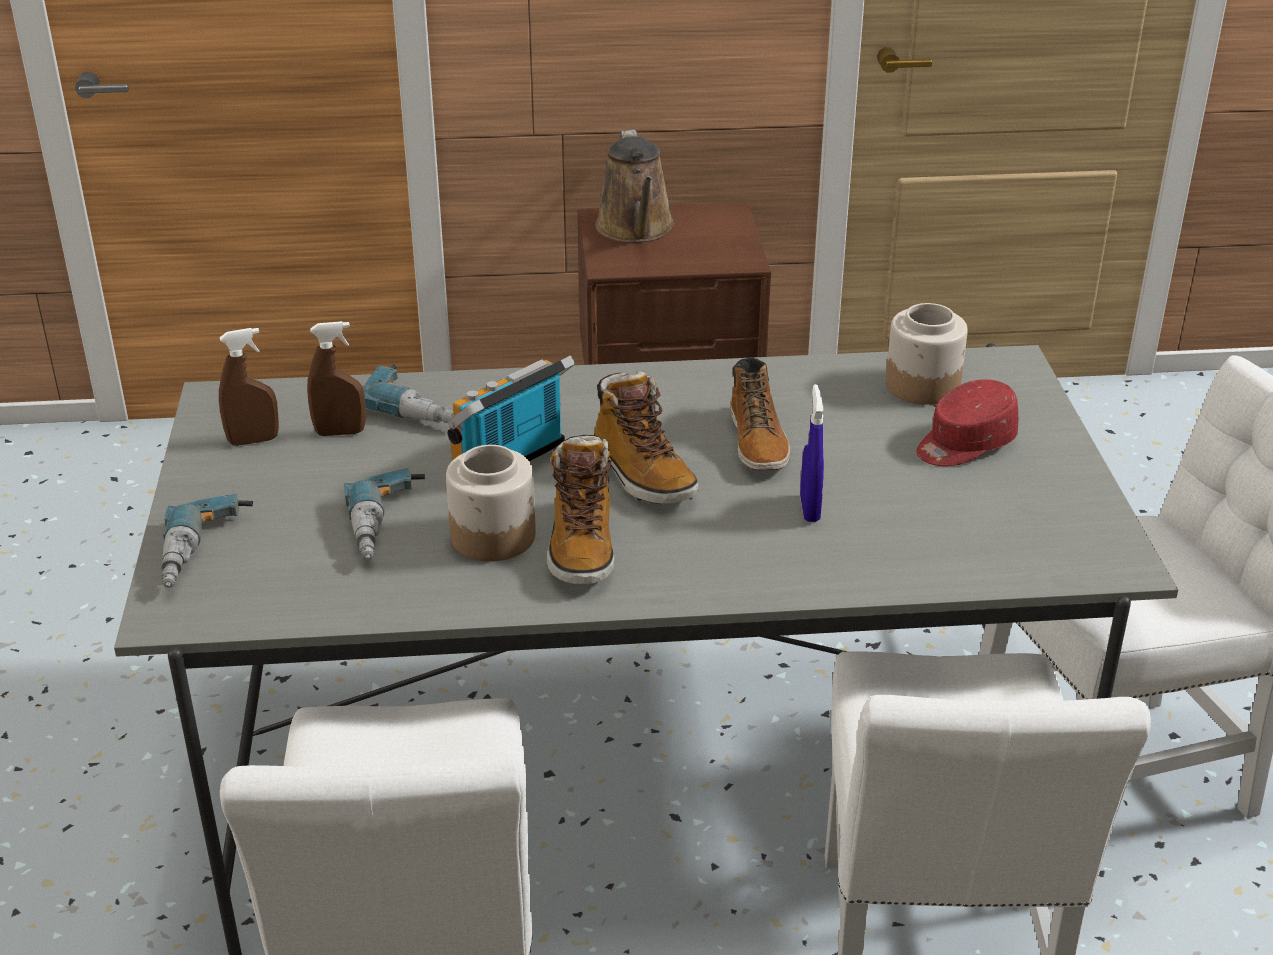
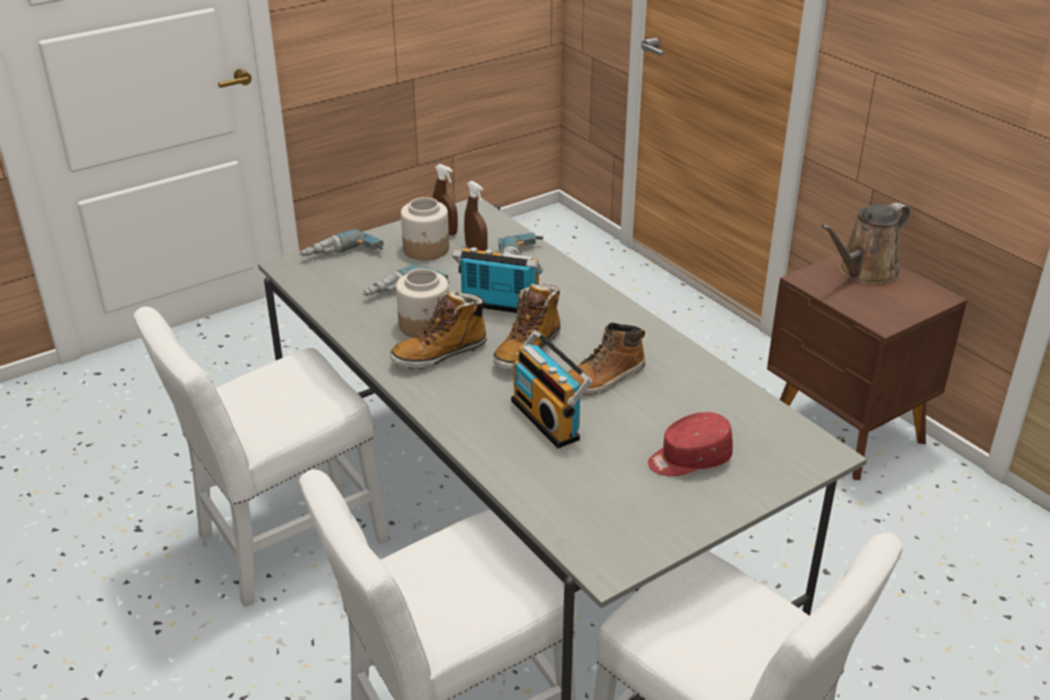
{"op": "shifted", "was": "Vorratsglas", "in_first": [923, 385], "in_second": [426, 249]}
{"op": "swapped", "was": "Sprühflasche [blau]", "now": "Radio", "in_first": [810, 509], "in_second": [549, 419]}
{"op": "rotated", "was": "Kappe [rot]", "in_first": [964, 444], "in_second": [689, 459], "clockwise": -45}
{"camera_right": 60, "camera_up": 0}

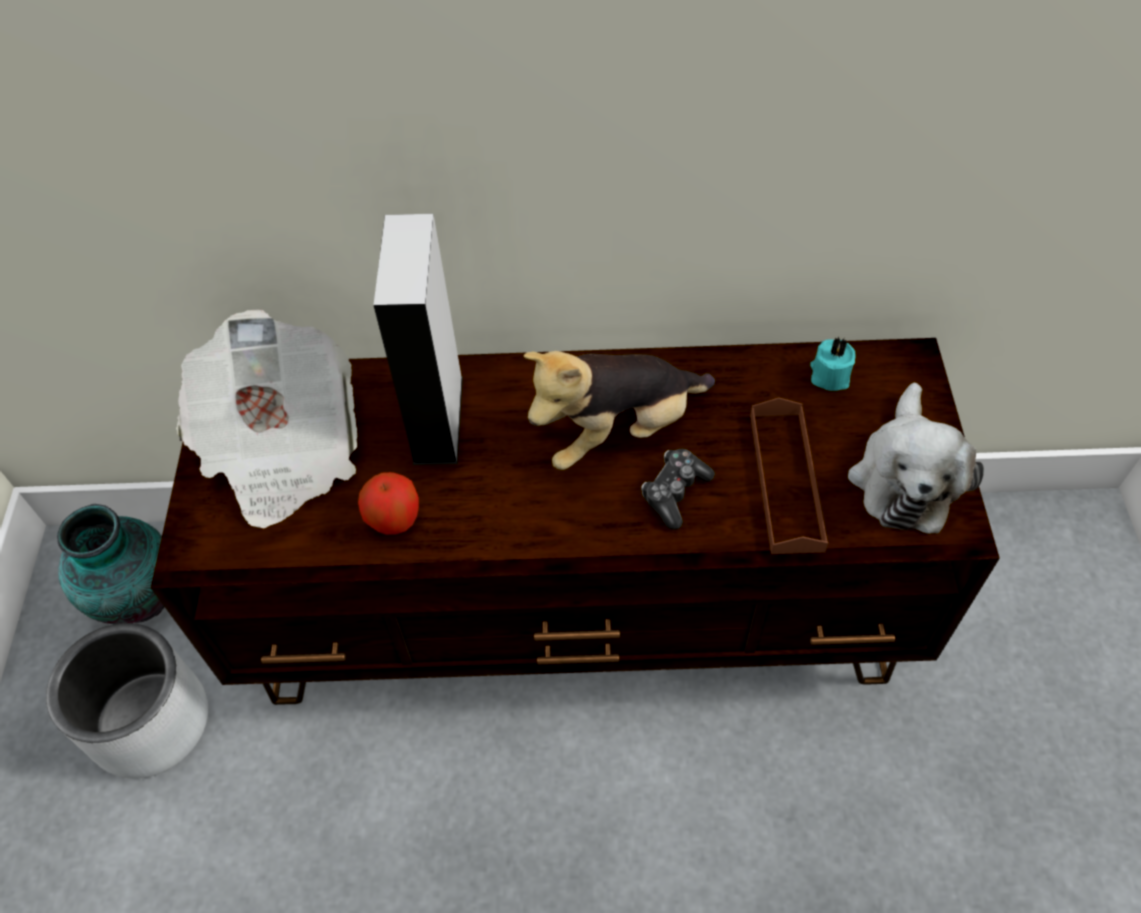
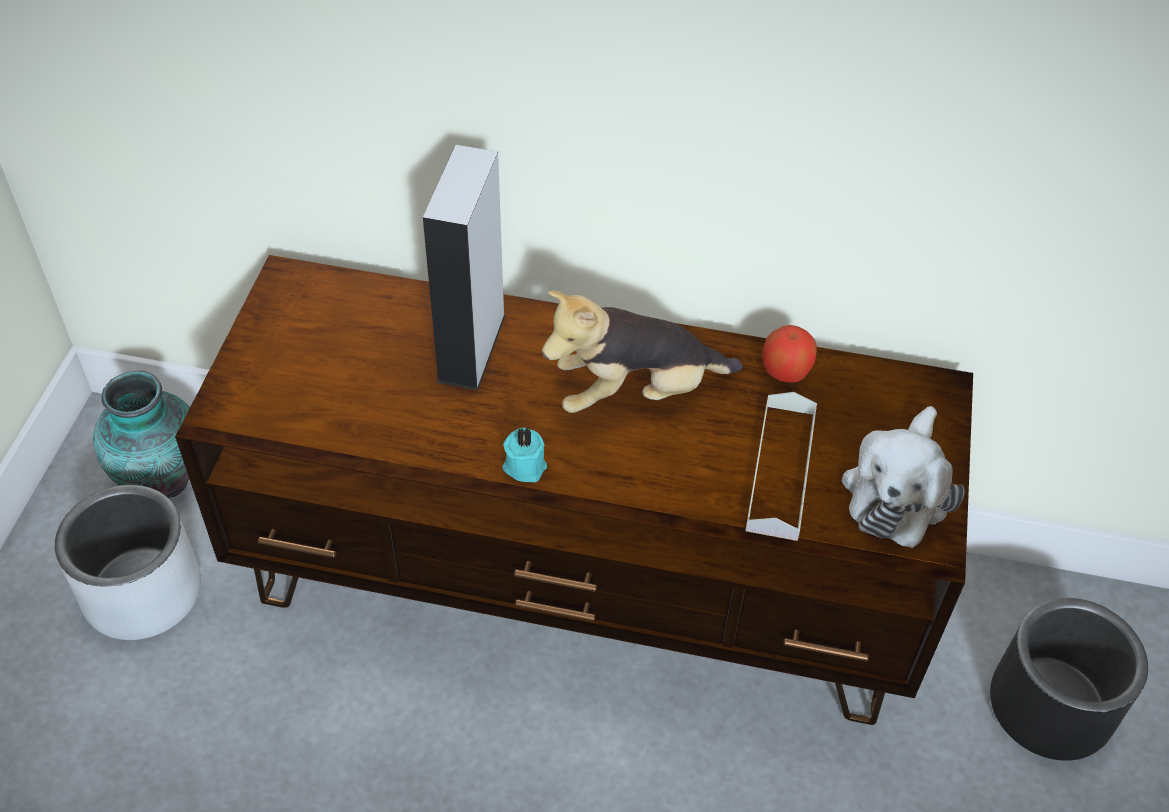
{"op": "gone", "was": "Zeitung", "in_first": [281, 448]}
{"op": "gone", "was": "Gamepad", "in_first": [674, 492]}
{"op": "new", "now": "Pflanzkübel [schwarz]", "in_second": [1048, 706]}
{"op": "shifted", "was": "Apfel", "in_first": [394, 519], "in_second": [785, 371]}
{"op": "shifted", "was": "Kerze [türkis]", "in_first": [829, 375], "in_second": [524, 465]}
{"op": "repainted", "was": "Tablett [braun]", "now": "Tablett [grau]", "in_first": [786, 481], "in_second": [781, 470]}
{"camera_right": 10, "camera_up": -5}

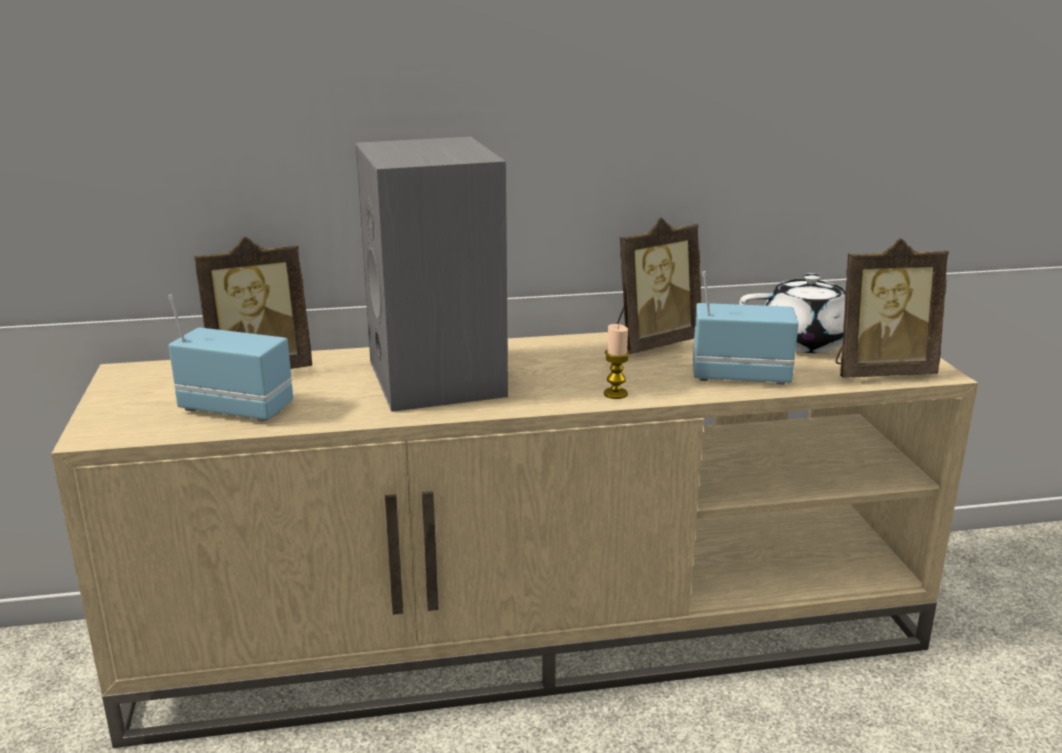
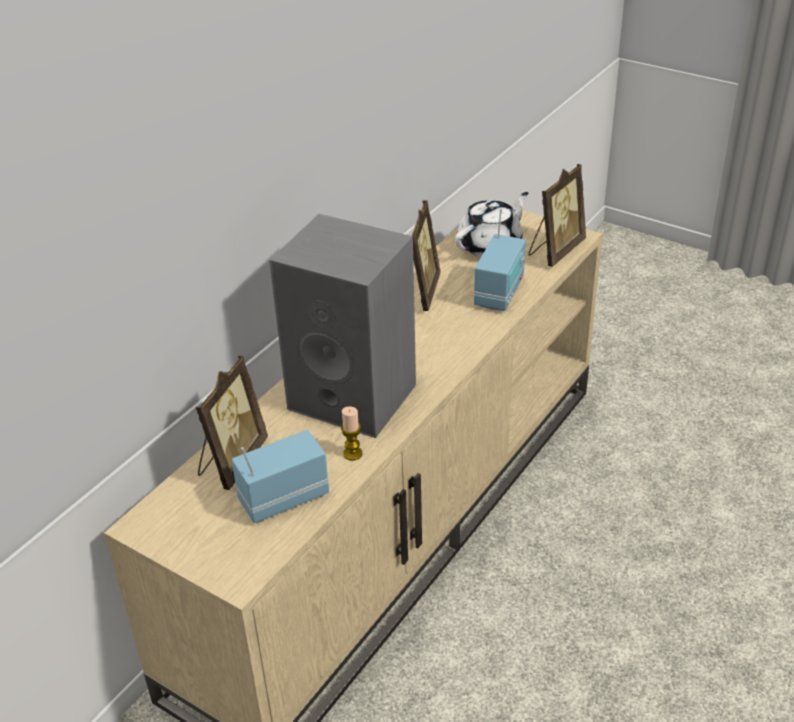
{"op": "shifted", "was": "Kerze", "in_first": [615, 394], "in_second": [352, 454]}
{"op": "rotated", "was": "Radio", "in_first": [740, 376], "in_second": [500, 293], "clockwise": 150}
{"camera_right": -45, "camera_up": 15}

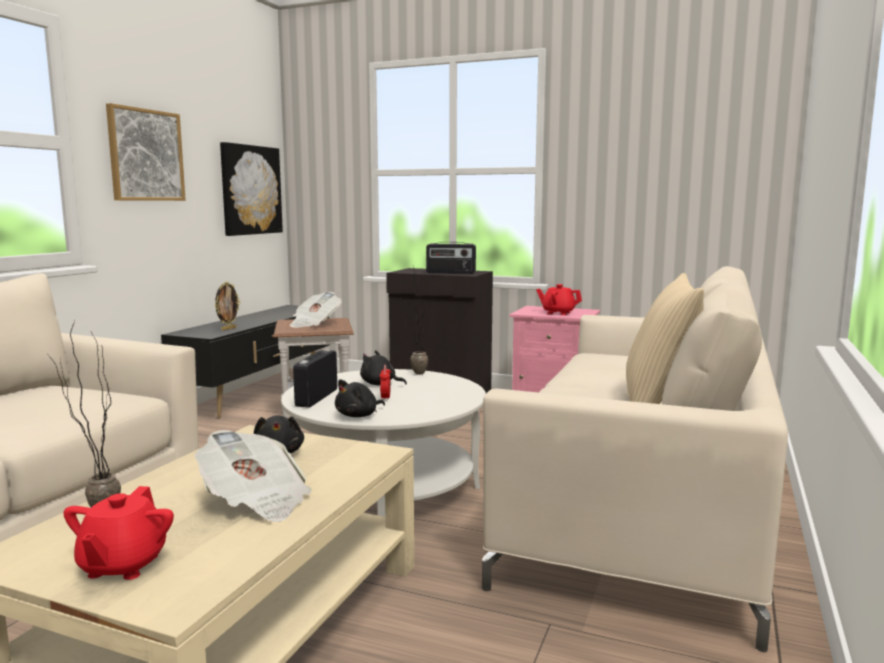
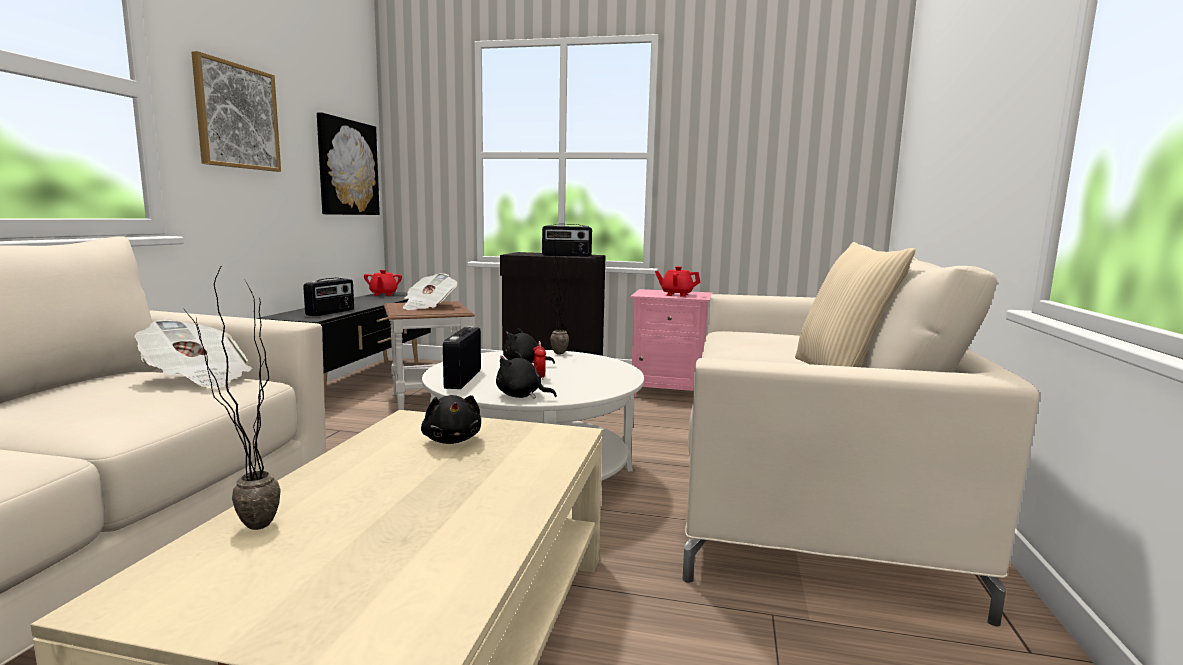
{"op": "shifted", "was": "Teekanne [rot]", "in_first": [122, 565], "in_second": [383, 294]}
{"op": "shifted", "was": "Zeitung", "in_first": [256, 502], "in_second": [198, 378]}
{"op": "swapped", "was": "Bilderrahmen", "now": "Radio", "in_first": [228, 329], "in_second": [331, 312]}
{"op": "rotated", "was": "Plüschtier [schwarz]", "in_first": [359, 415], "in_second": [521, 396], "clockwise": 75}
{"camera_right": -10, "camera_up": 0}

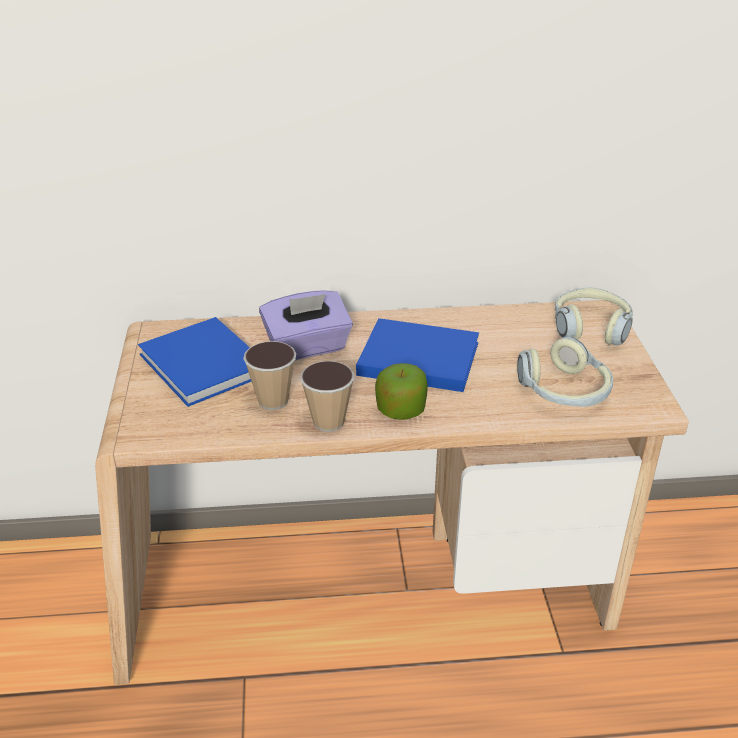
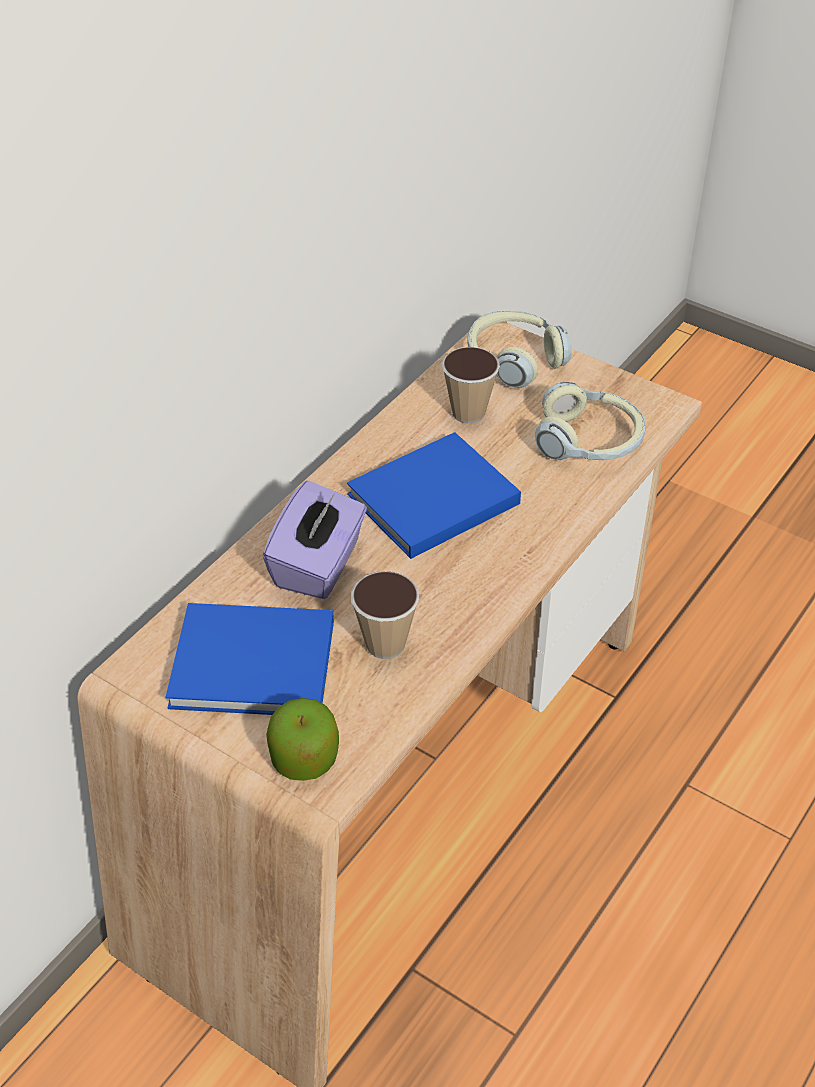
{"op": "shifted", "was": "Tasse", "in_first": [328, 422], "in_second": [468, 412]}
{"op": "shifted", "was": "Apfel", "in_first": [400, 410], "in_second": [304, 759]}
{"camera_right": -50, "camera_up": 10}

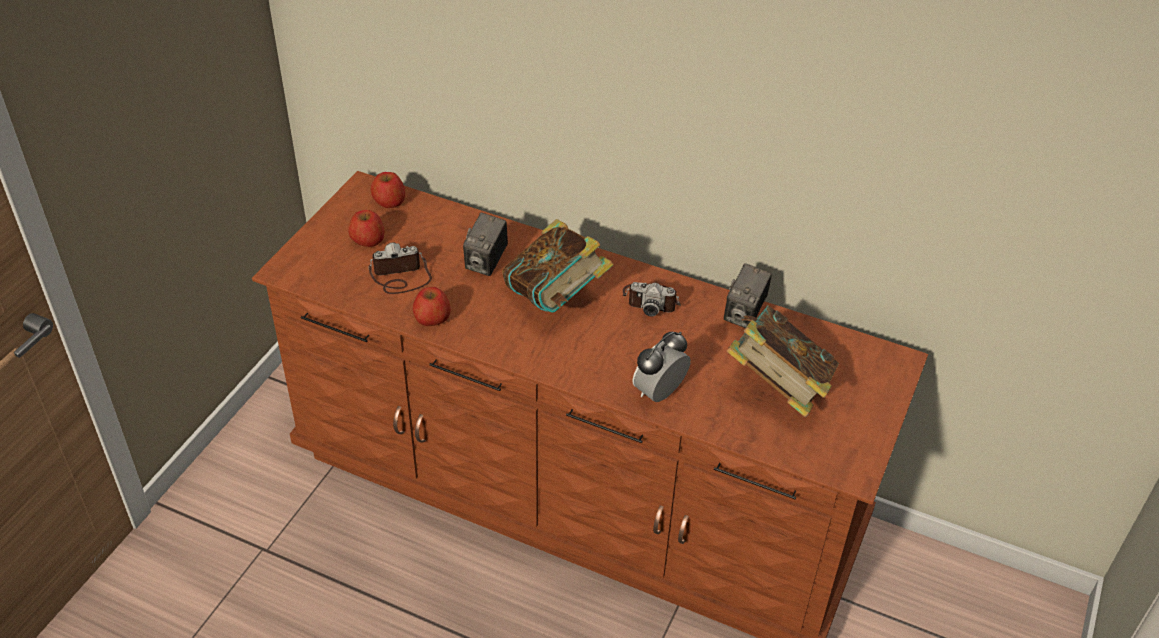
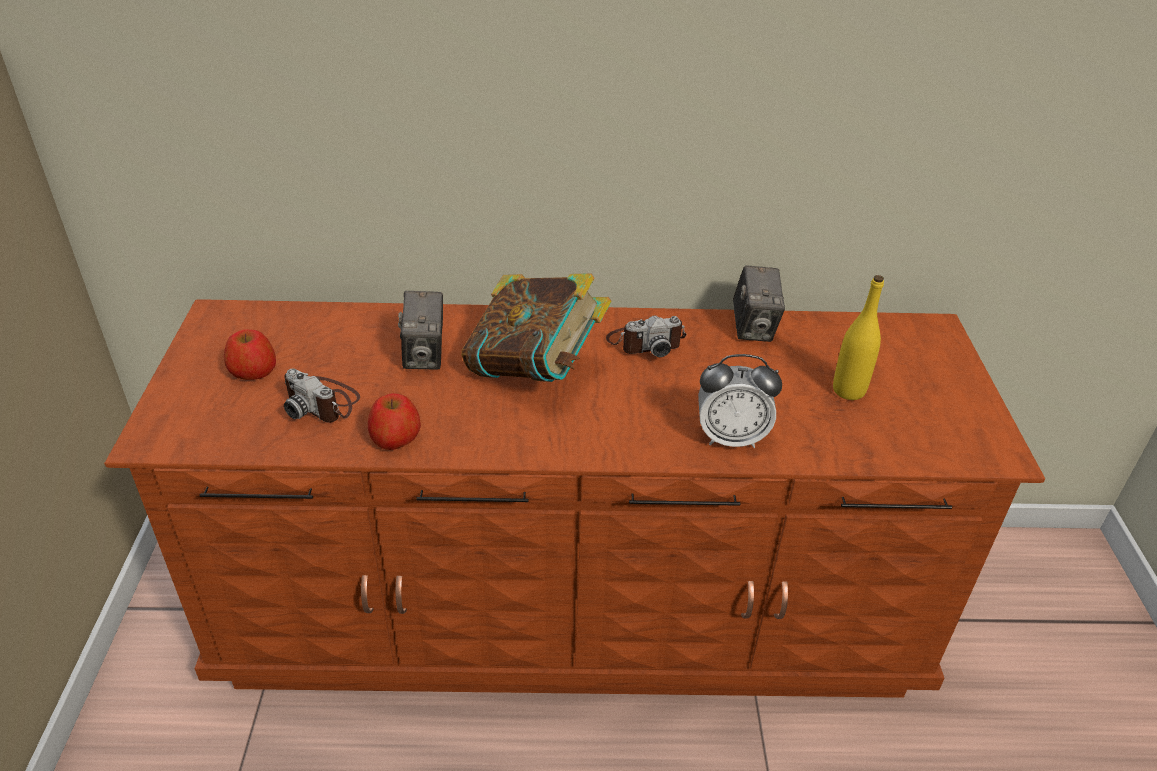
{"op": "gone", "was": "Apfel", "in_first": [389, 201]}
{"op": "swapped", "was": "Buch", "now": "Flasche [gelb]", "in_first": [778, 387], "in_second": [848, 390]}
{"op": "rotated", "was": "Kamera", "in_first": [400, 277], "in_second": [323, 402], "clockwise": -105}
{"op": "rotated", "was": "Wecker", "in_first": [659, 393], "in_second": [731, 438], "clockwise": -105}
{"camera_right": -25, "camera_up": -5}

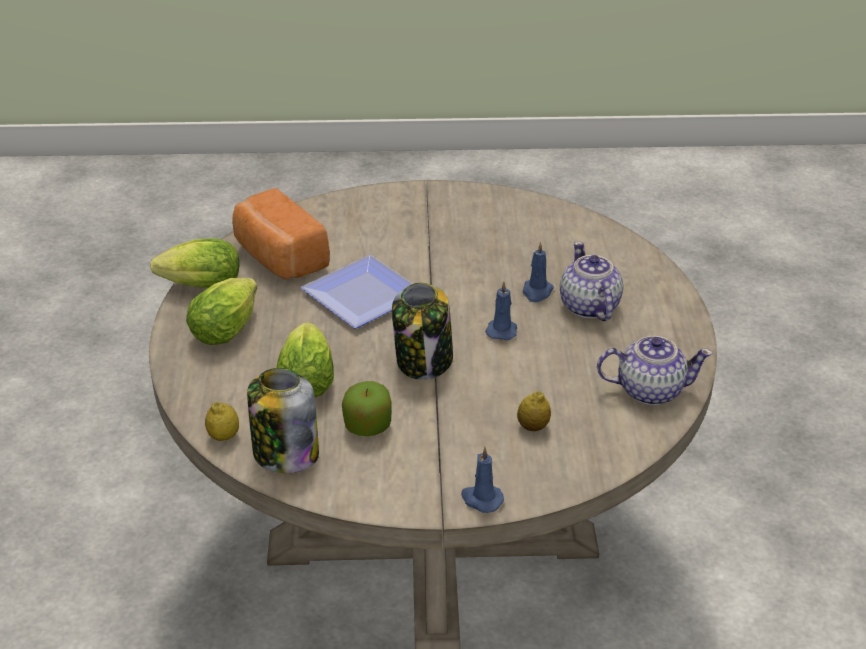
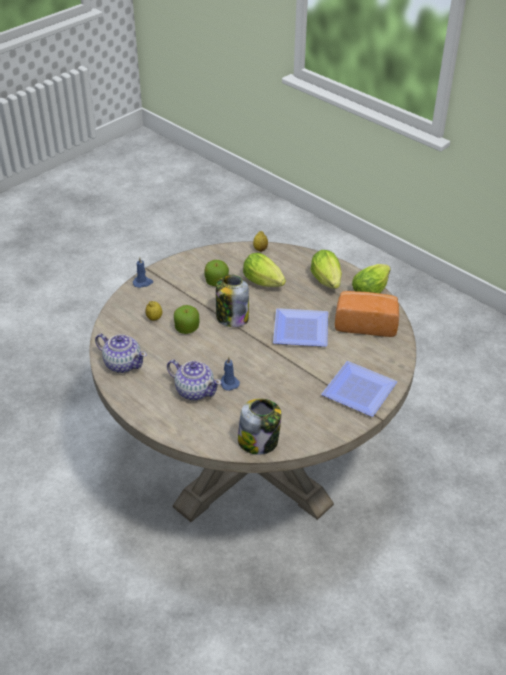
{"op": "gone", "was": "Kerze [blau]", "in_first": [502, 330]}
{"op": "new", "now": "Apfel", "in_second": [187, 328]}
{"op": "new", "now": "Teller", "in_second": [356, 391]}
{"op": "shifted", "was": "Vorratsglas", "in_first": [284, 453], "in_second": [259, 441]}
{"op": "rotated", "was": "Teekanne", "in_first": [649, 390], "in_second": [122, 363], "clockwise": -105}
{"camera_right": 135, "camera_up": 5}

